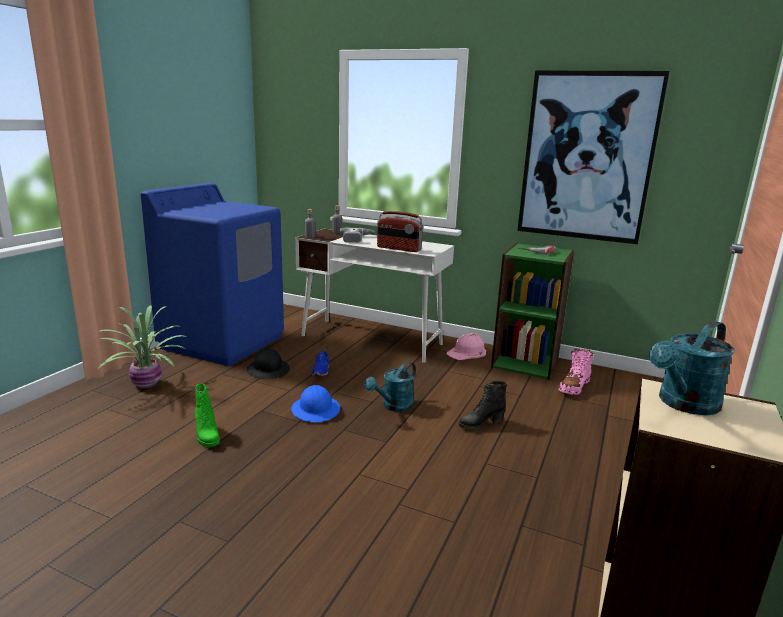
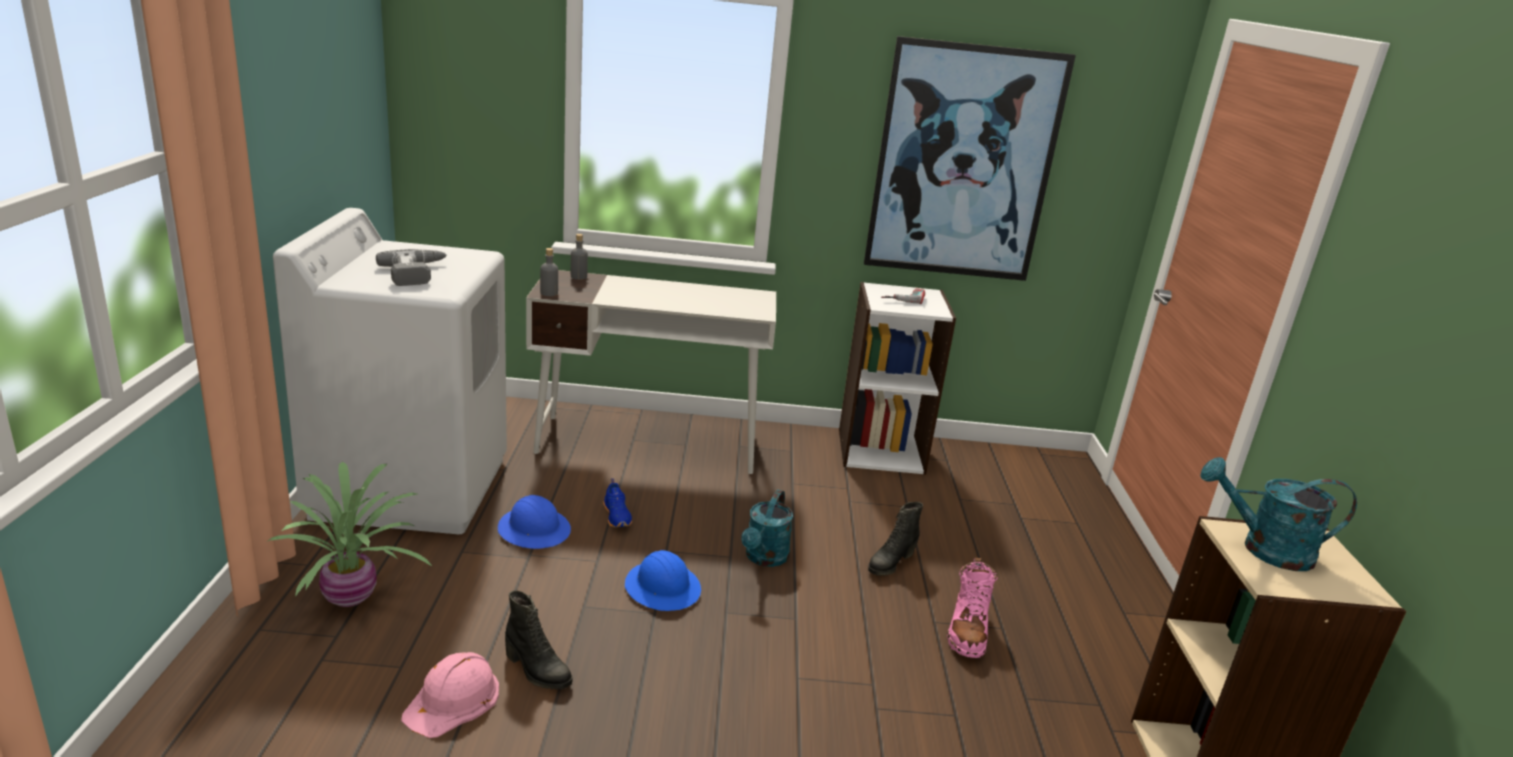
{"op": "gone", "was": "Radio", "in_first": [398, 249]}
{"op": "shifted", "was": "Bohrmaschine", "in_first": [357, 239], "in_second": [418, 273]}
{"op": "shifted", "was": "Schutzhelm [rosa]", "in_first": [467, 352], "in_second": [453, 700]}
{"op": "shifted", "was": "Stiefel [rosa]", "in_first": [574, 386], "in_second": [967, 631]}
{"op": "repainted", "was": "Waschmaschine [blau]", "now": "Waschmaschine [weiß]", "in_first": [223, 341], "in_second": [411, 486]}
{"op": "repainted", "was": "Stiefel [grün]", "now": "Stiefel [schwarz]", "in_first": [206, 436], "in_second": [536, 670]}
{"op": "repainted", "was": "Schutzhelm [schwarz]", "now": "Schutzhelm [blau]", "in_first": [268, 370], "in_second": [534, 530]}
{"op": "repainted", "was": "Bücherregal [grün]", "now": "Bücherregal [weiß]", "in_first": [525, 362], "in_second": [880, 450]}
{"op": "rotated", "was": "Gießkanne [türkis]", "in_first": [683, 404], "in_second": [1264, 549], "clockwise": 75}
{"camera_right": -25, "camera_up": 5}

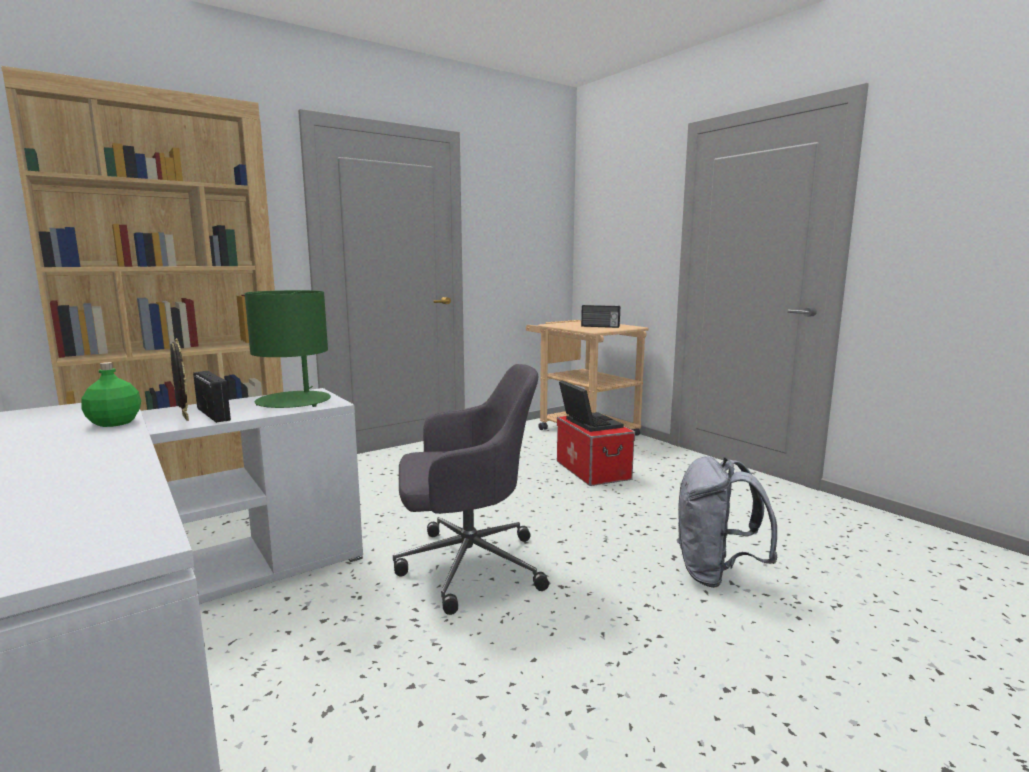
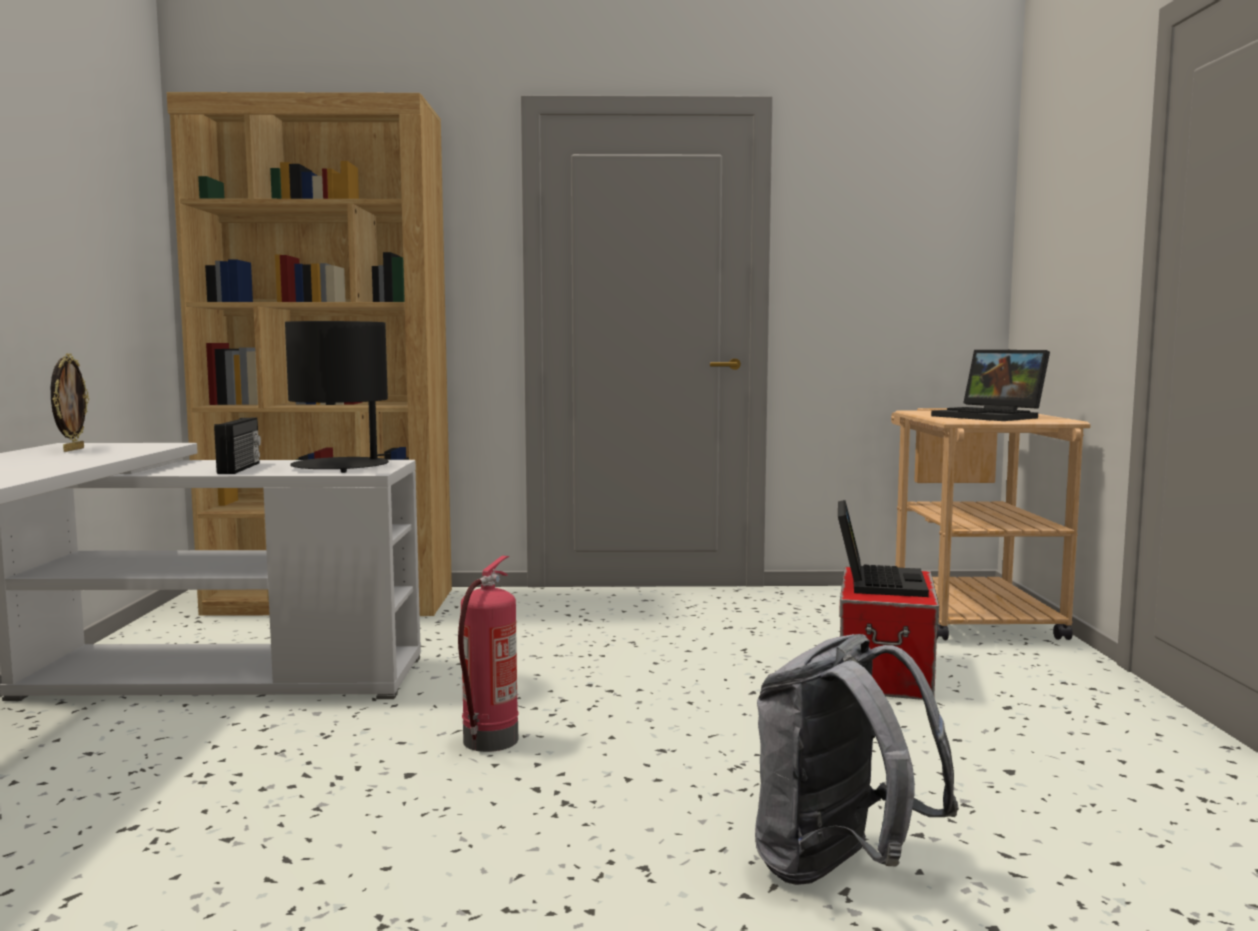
{"op": "gone", "was": "Flasche [grün]", "in_first": [115, 423]}
{"op": "shifted", "was": "Bilderrahmen", "in_first": [184, 417], "in_second": [72, 449]}
{"op": "swapped", "was": "Bürostuhl [grau]", "now": "Feuerlöscher", "in_first": [467, 566], "in_second": [490, 741]}
{"op": "swapped", "was": "Radio", "now": "Laptop", "in_first": [600, 326], "in_second": [991, 417]}
{"op": "repainted", "was": "Tischlampe [grün]", "now": "Tischlampe [schwarz]", "in_first": [294, 401], "in_second": [341, 467]}
{"camera_right": 35, "camera_up": -5}

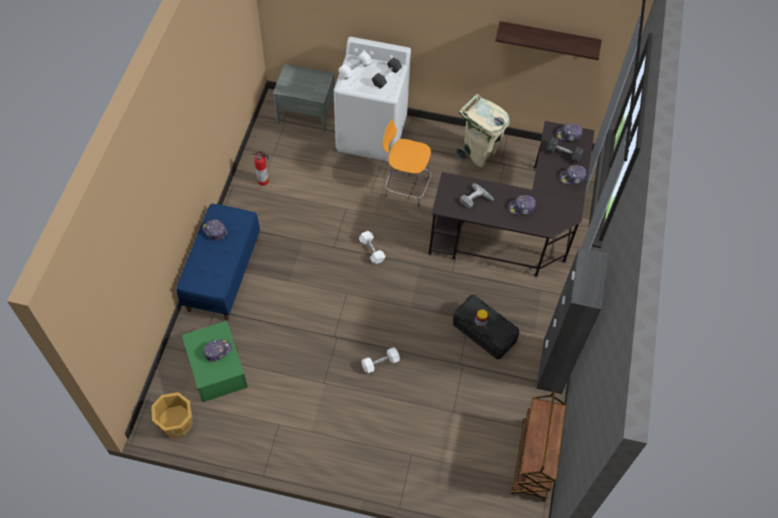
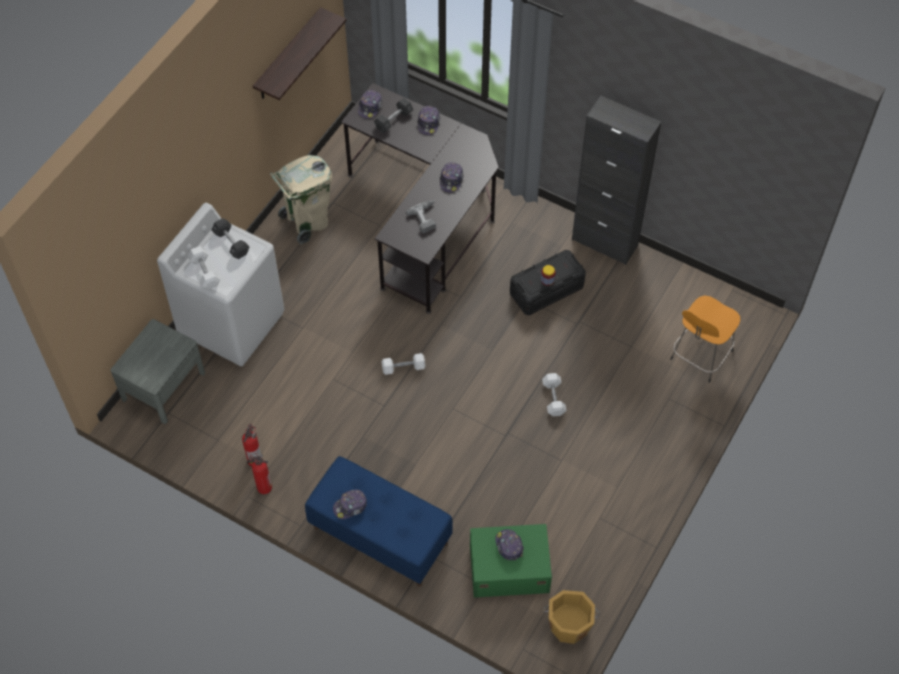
{"op": "gone", "was": "Rollwagen [braun]", "in_first": [533, 461]}
{"op": "new", "now": "Feuerlöscher", "in_second": [263, 487]}
{"op": "shifted", "was": "Hocker [orange]", "in_first": [405, 187], "in_second": [700, 356]}
{"camera_right": -70, "camera_up": 0}

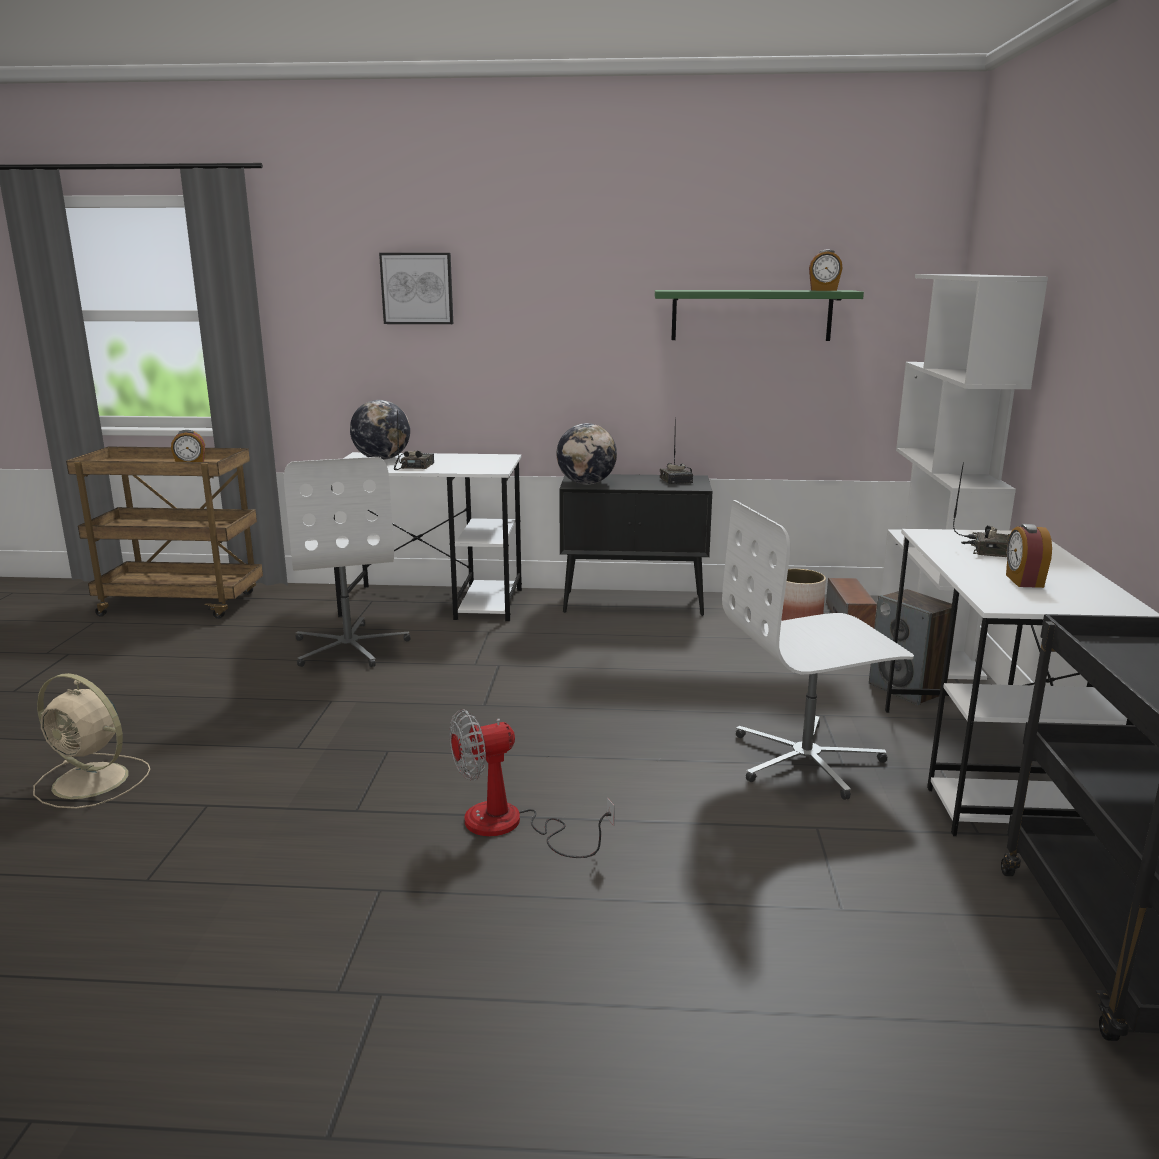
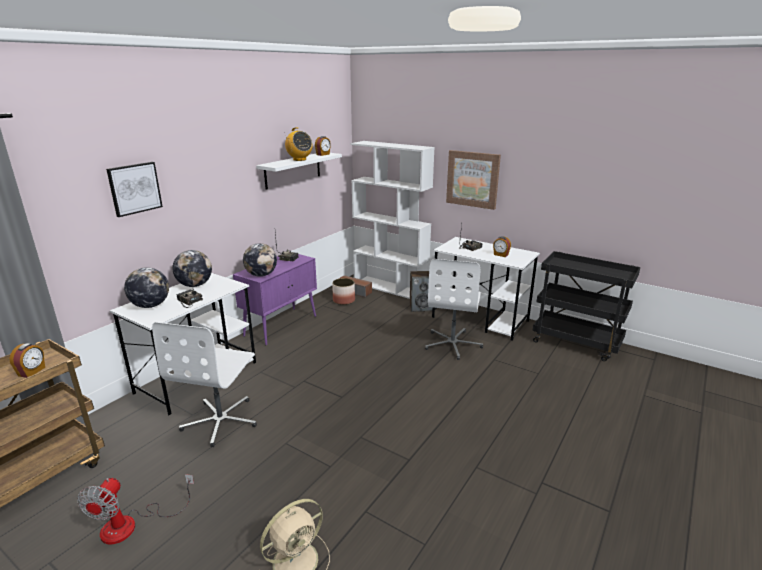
{"op": "new", "now": "Globus", "in_second": [195, 285]}
{"op": "new", "now": "Radio", "in_second": [299, 159]}
{"op": "new", "now": "Bild", "in_second": [473, 179]}
{"op": "shifted", "was": "Ventilator", "in_first": [511, 826], "in_second": [131, 525]}
{"op": "repainted", "was": "Schrank [schwarz]", "now": "Schrank [lila]", "in_first": [635, 603], "in_second": [281, 325]}
{"op": "repainted", "was": "Wandregal [grün]", "now": "Wandregal [weiß]", "in_first": [751, 315], "in_second": [293, 170]}
{"op": "rotated", "was": "Bürostuhl [weiß]", "in_first": [350, 647], "in_second": [221, 421], "clockwise": 90}
{"camera_right": -60, "camera_up": 5}

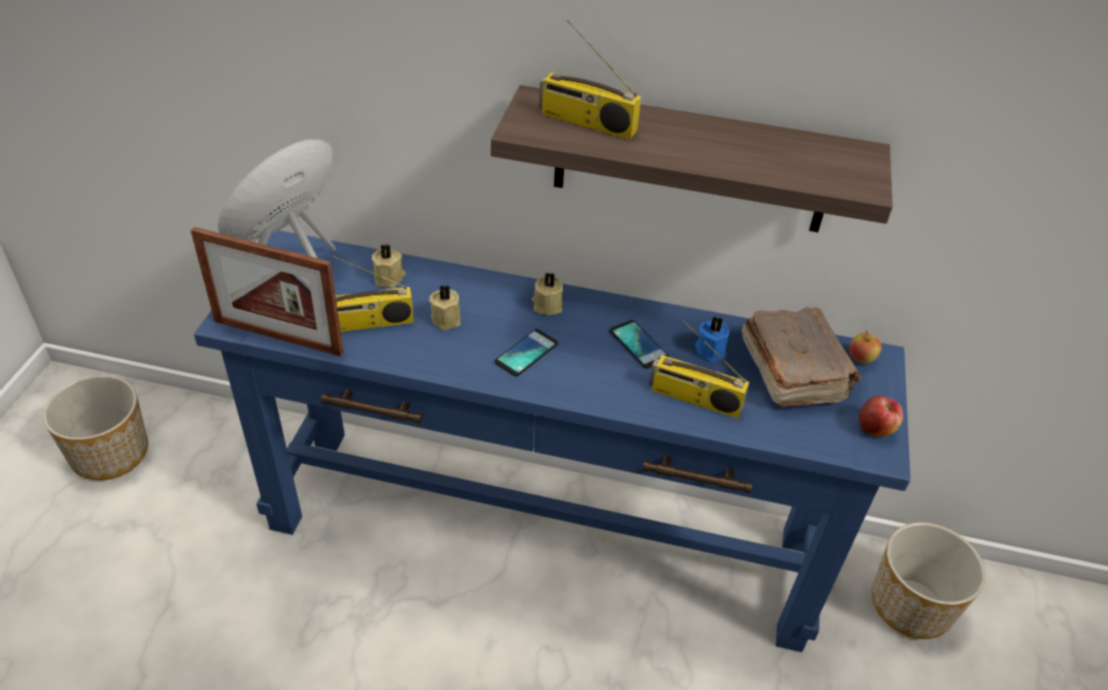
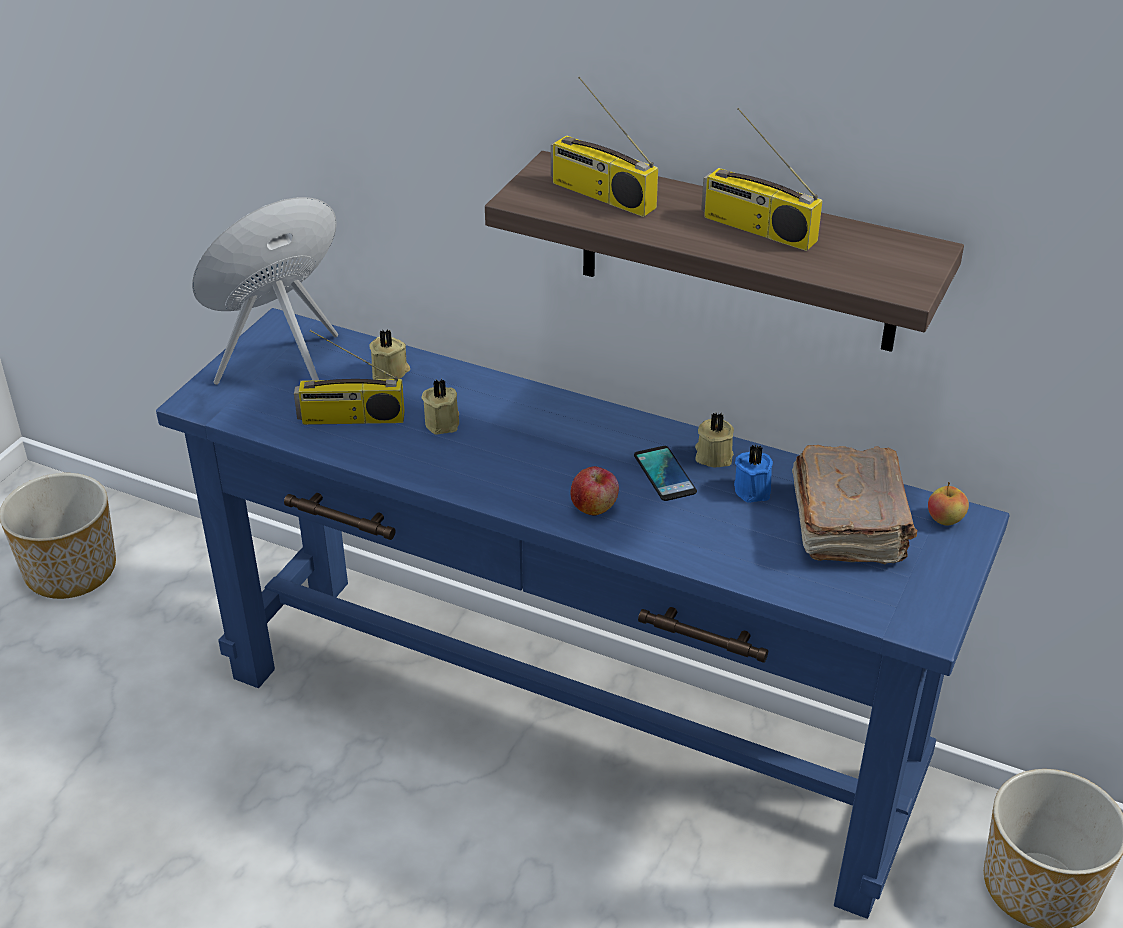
{"op": "gone", "was": "Bilderrahmen", "in_first": [278, 336]}
{"op": "gone", "was": "Handy", "in_first": [526, 353]}
{"op": "shifted", "was": "Kerze [beige]", "in_first": [547, 305], "in_second": [713, 455]}
{"op": "shifted", "was": "Radio", "in_first": [694, 399], "in_second": [756, 229]}
{"op": "shifted", "was": "Apfel", "in_first": [876, 428], "in_second": [594, 506]}
{"camera_right": 15, "camera_up": -5}

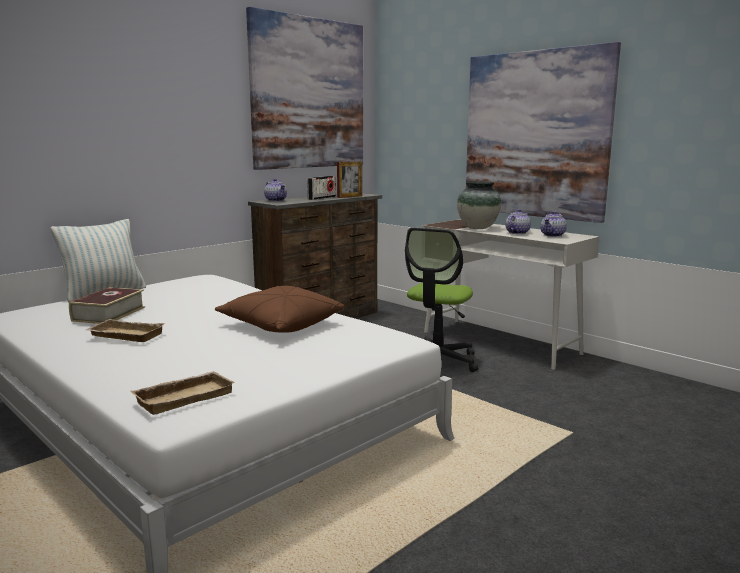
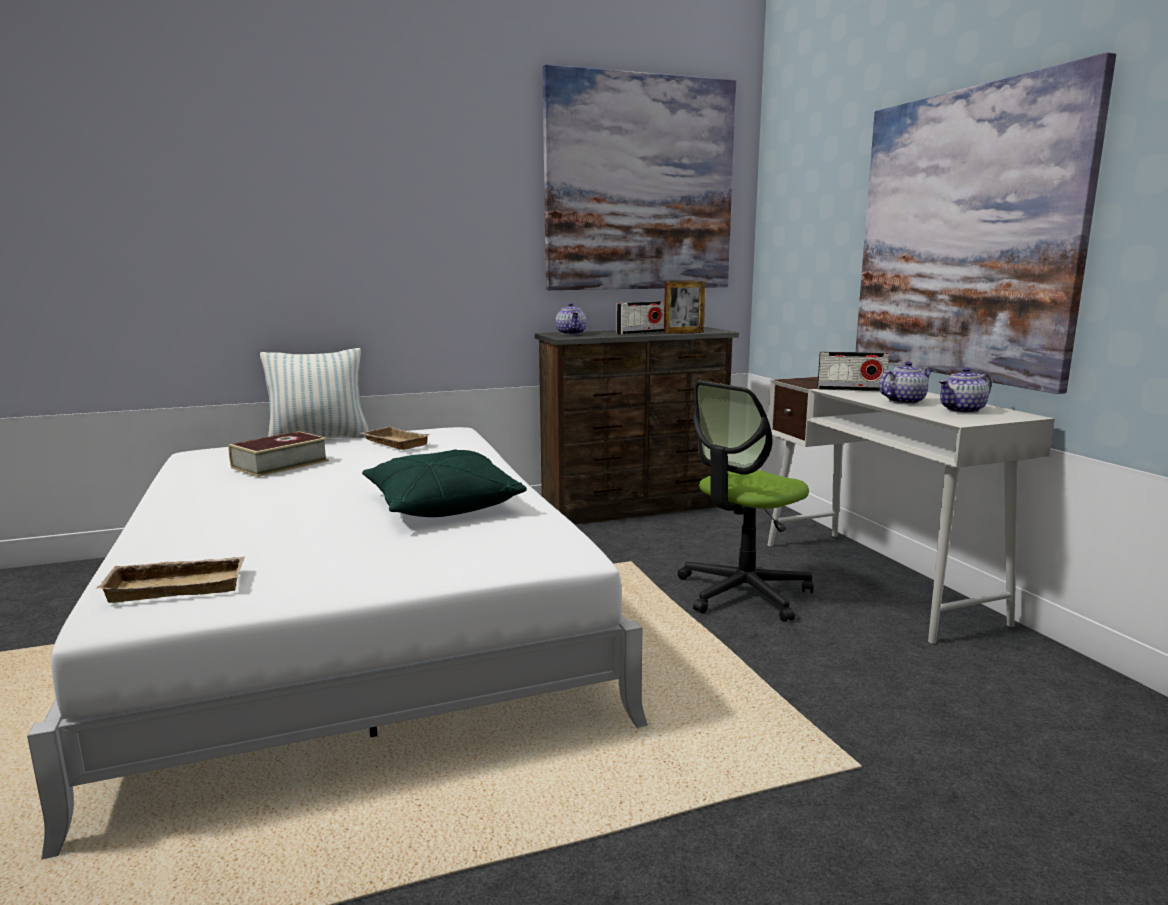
{"op": "shifted", "was": "Tablett [beige]", "in_first": [124, 336], "in_second": [393, 443]}
{"op": "swapped", "was": "Vase", "now": "Radio", "in_first": [478, 228], "in_second": [851, 389]}
{"op": "repainted", "was": "Kissen [braun]", "now": "Kissen [grün]", "in_first": [280, 325], "in_second": [441, 506]}
{"camera_right": 25, "camera_up": 0}

